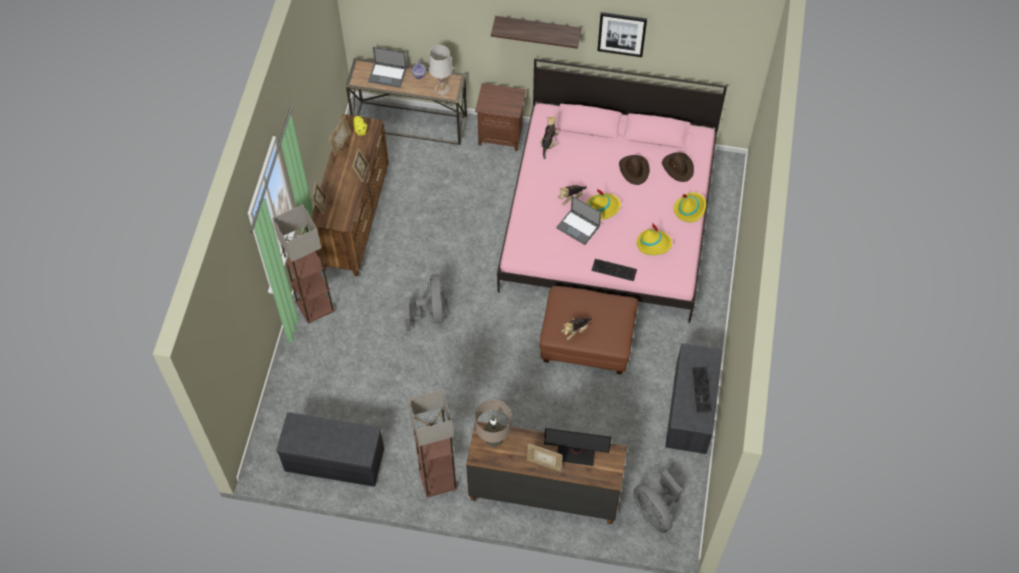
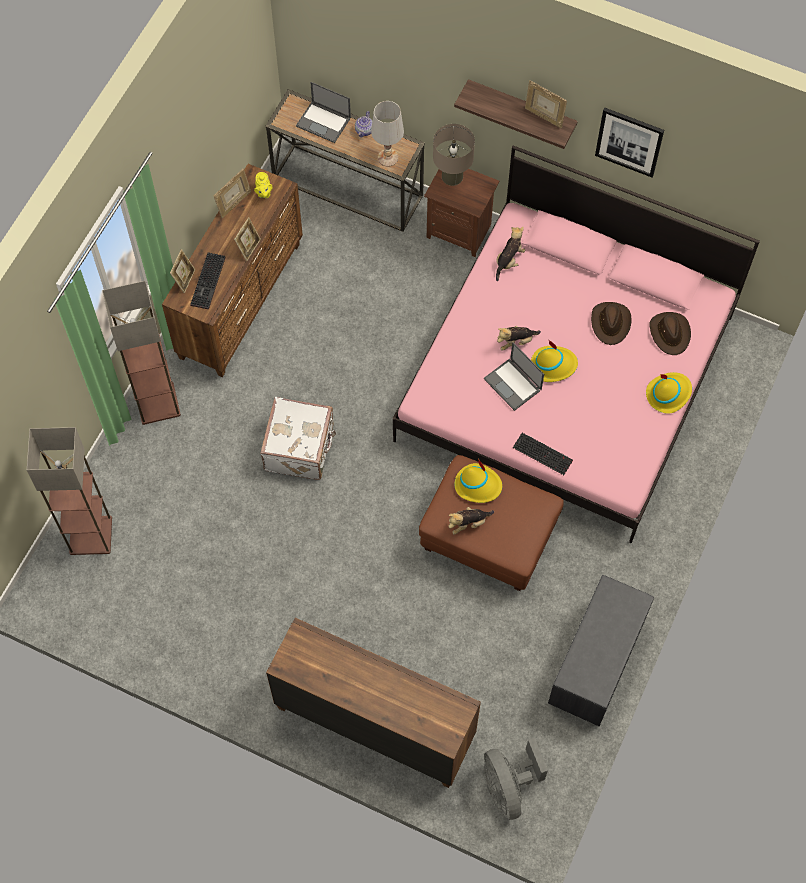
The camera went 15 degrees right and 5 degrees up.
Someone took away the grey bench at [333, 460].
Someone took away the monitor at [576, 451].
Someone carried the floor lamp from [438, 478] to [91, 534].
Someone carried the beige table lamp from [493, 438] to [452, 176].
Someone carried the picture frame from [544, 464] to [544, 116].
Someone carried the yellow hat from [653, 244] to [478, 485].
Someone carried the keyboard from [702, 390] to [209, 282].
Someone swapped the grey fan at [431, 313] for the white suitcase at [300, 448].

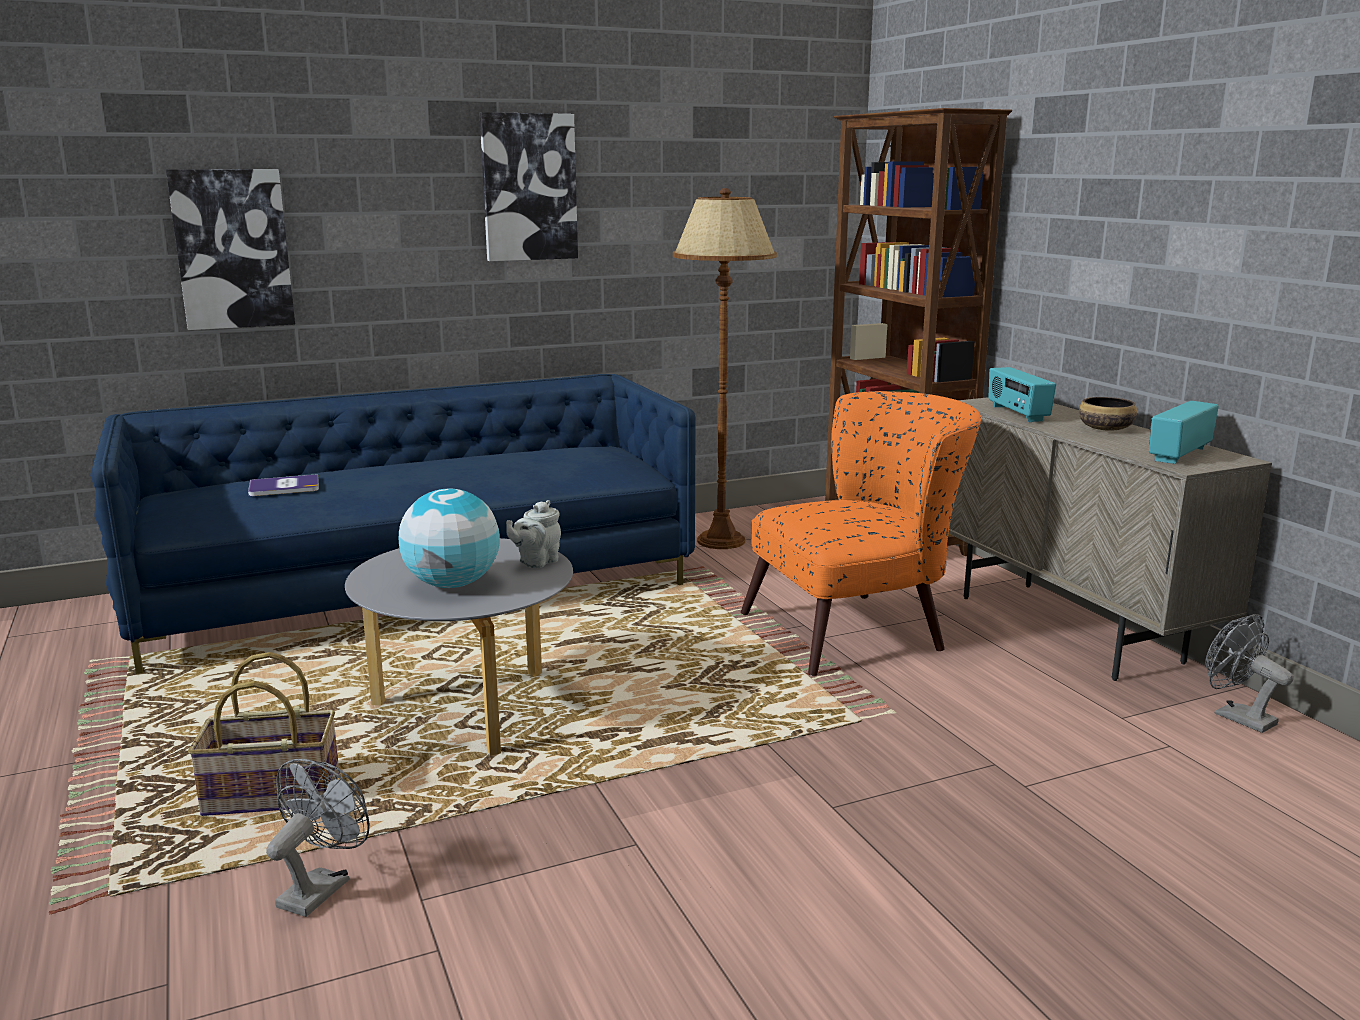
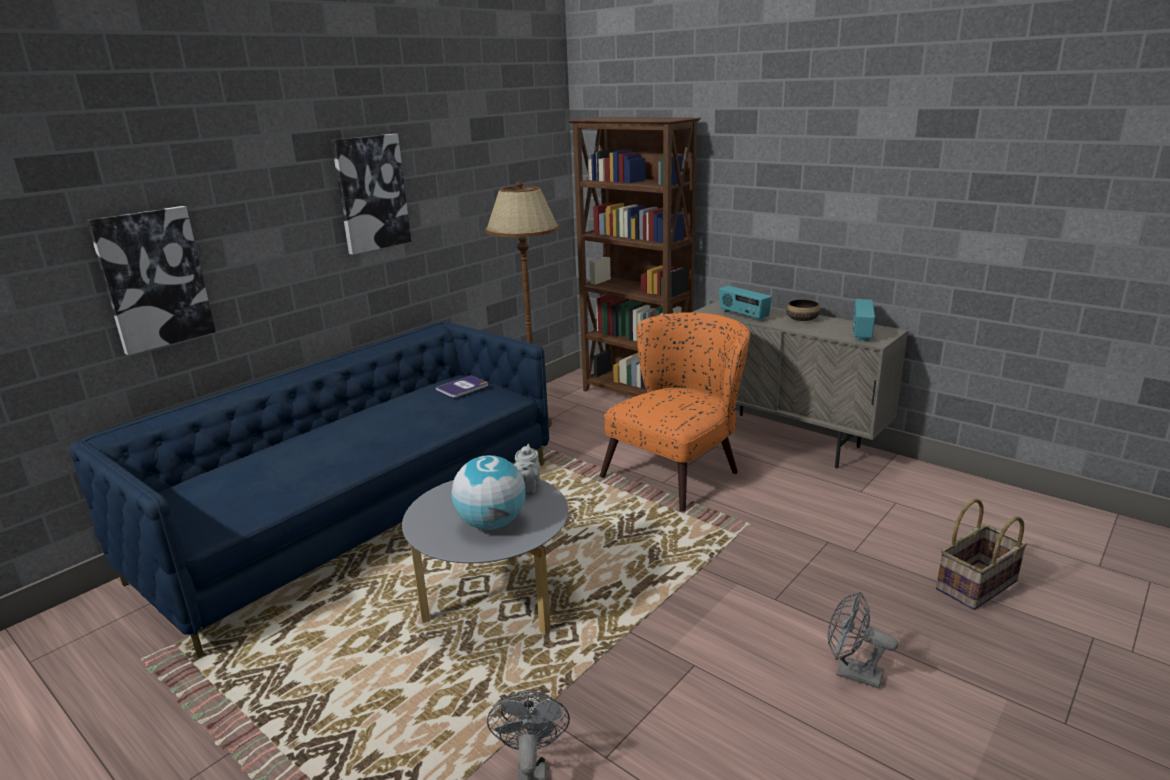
The camera went 25 degrees left and 5 degrees up.
Someone carried the basket from [271, 796] to [977, 586].
Someone carried the book from [284, 487] to [462, 387].
Someone carried the grey fan from [1236, 716] to [851, 673].

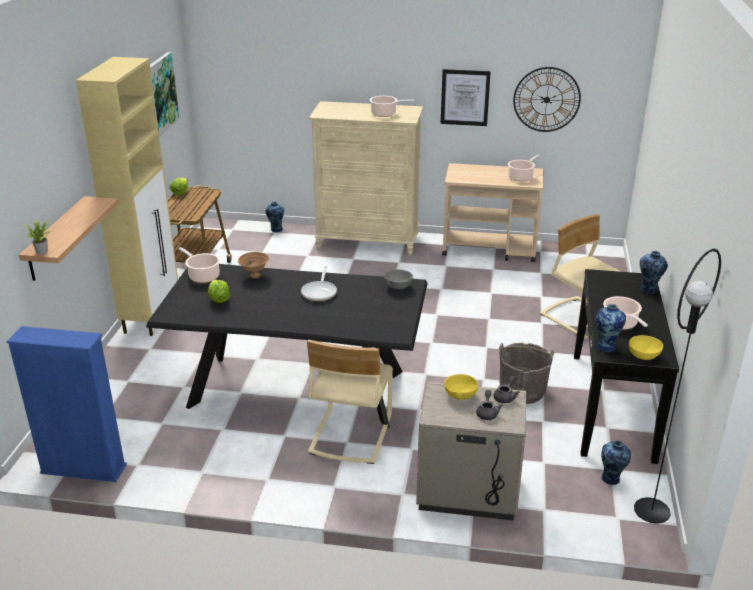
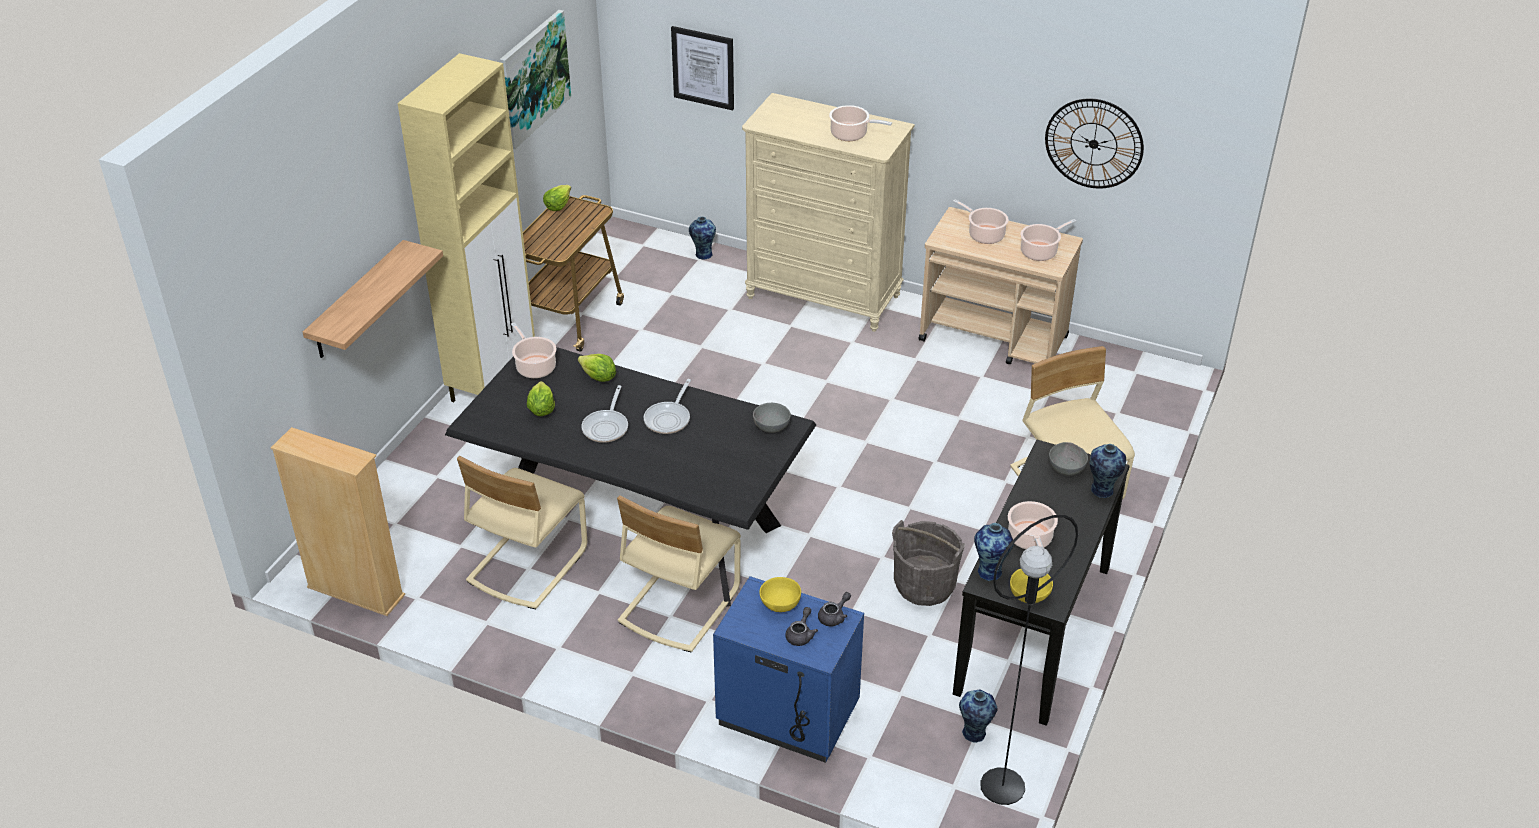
The camera went 15 degrees right and 10 degrees up.
Someone took away the potted plant at [43, 251].
Someone put down the beige chair at [526, 565].
Someone put down the frying pan at [606, 427].
Someone put down the cooking pot at [984, 235].
Someone put down the grey bowl at [1067, 468].
Someone carried the picture from [465, 97] to [703, 67].
Someone swapped the brown bowl at [255, 276] for the lettuce at [598, 378].
Someone repainted the blue bookcase at [83, 469], which became the beige bookcase at [356, 592].
Someone repainted the beige nightstand at [467, 493], which became the blue nightstand at [787, 715].

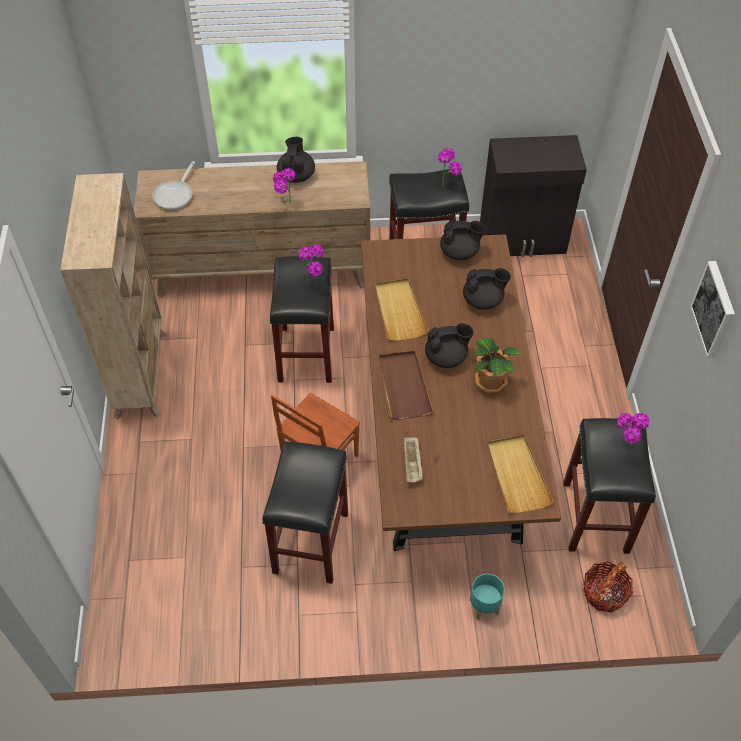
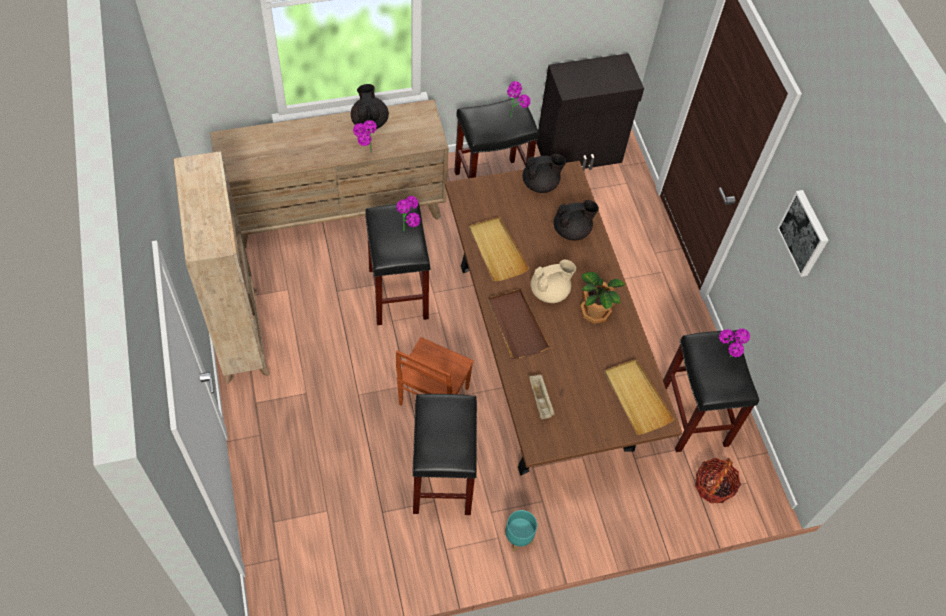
The camera went 15 degrees left and 5 degrees up.
Someone took away the frying pan at [175, 195].
Someone carried the turquoise planter from [484, 606] to [518, 537].
Someone repainted the black teapot at [446, 357], which became the beige teapot at [550, 291].

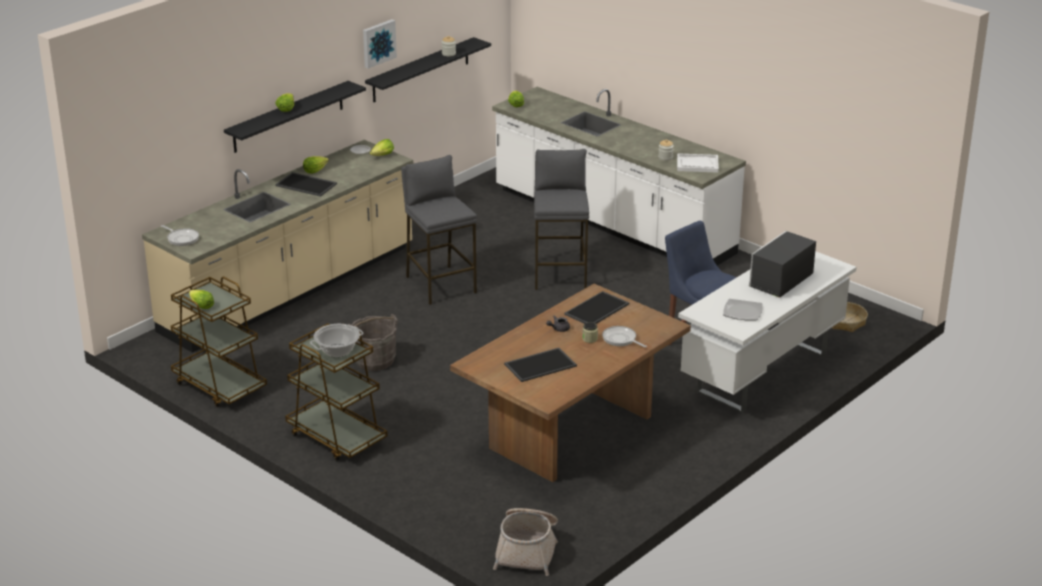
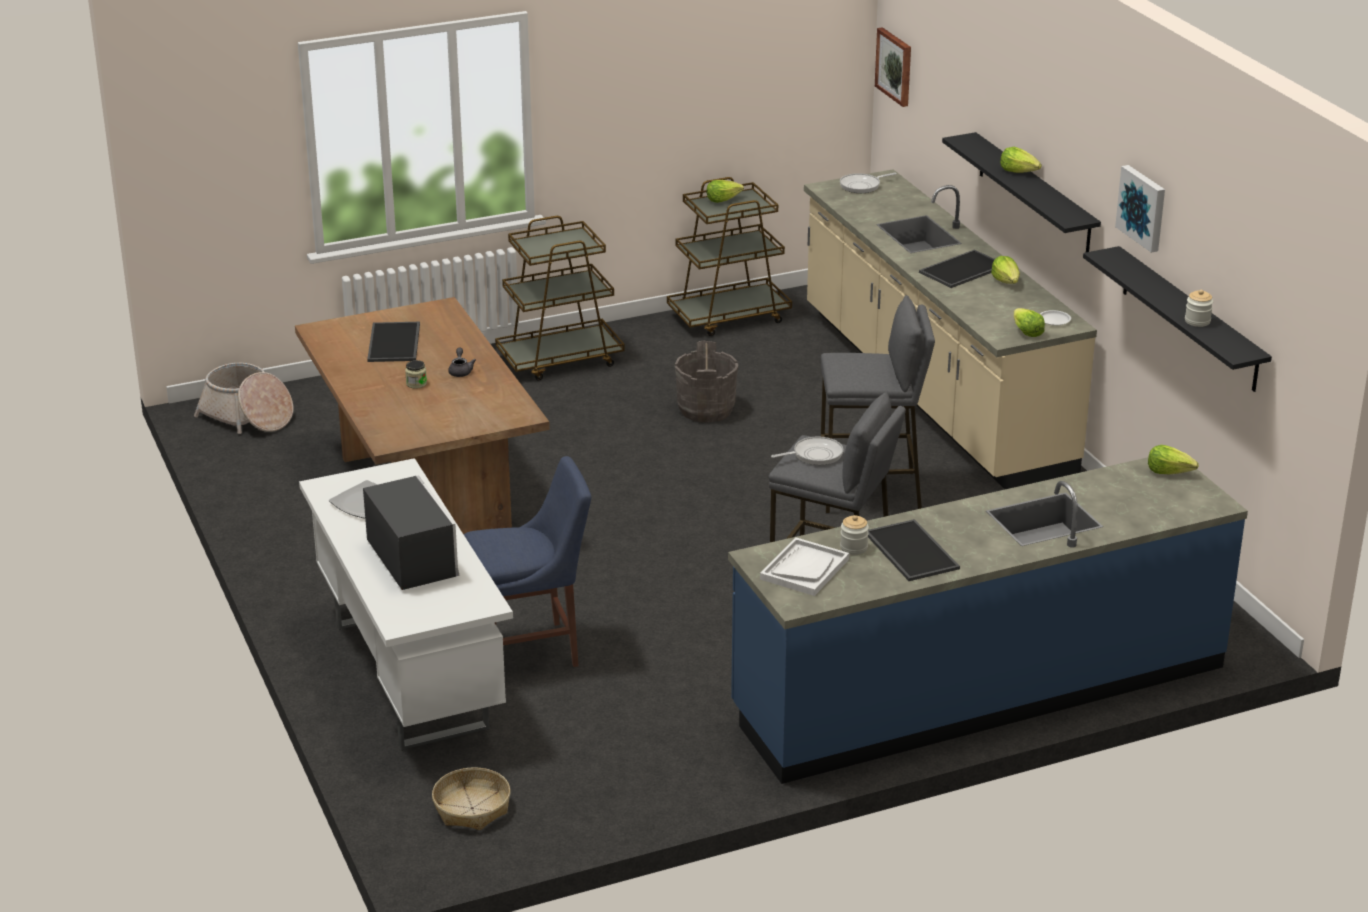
The camera went 115 degrees right and 0 degrees up.
Someone took away the cooking pot at [337, 351].
Someone put up the picture at [895, 66].
Someone carried the tray from [597, 310] to [909, 551].
Someone carried the frying pan from [621, 339] to [814, 455].
Someone repainted the white counter at [612, 222], which became the blue counter at [979, 689].

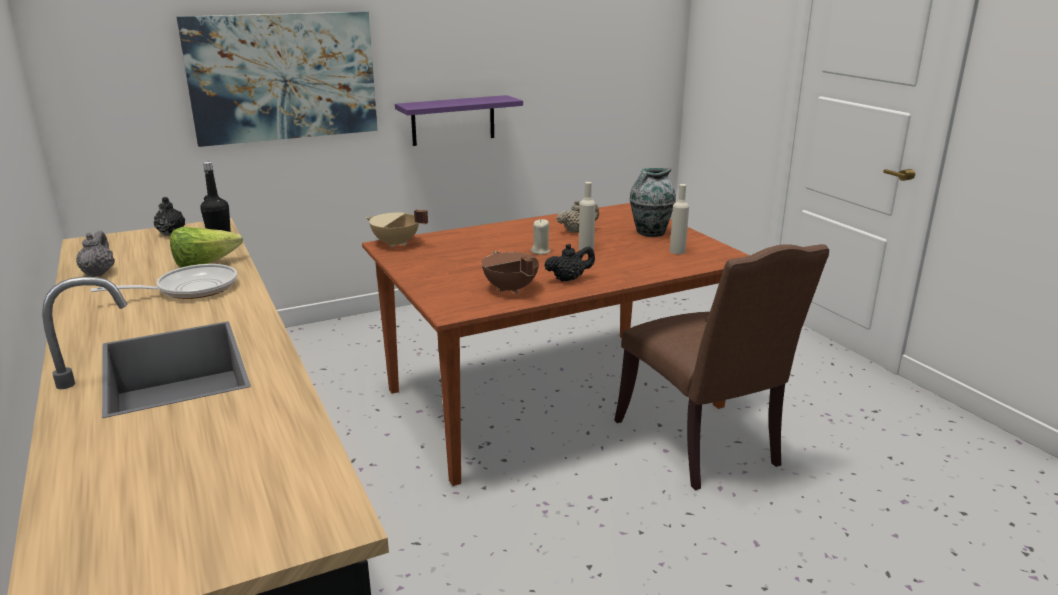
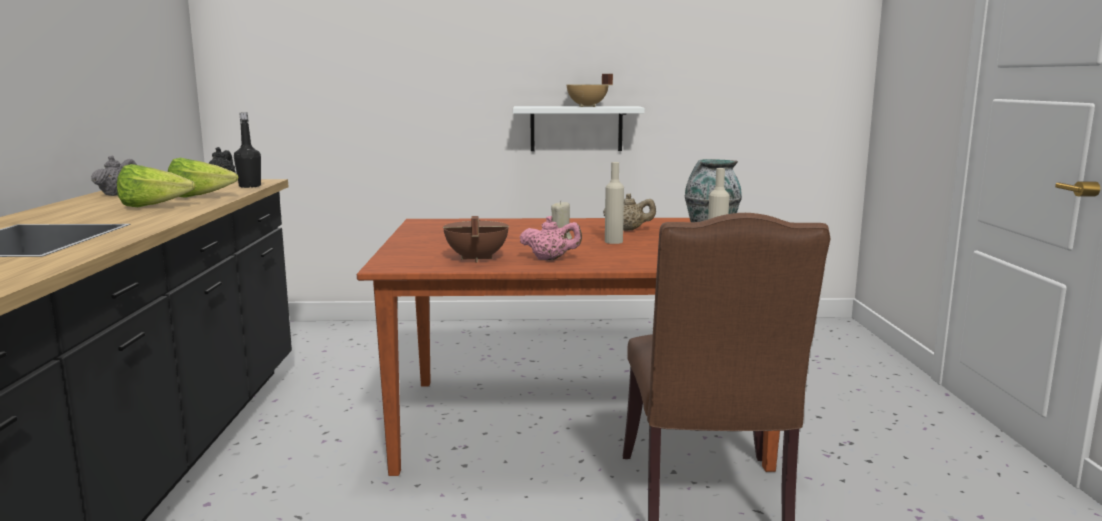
The camera went 25 degrees right and 10 degrees down.
Someone took away the picture at [283, 77].
Someone carried the beige cooking pot from [396, 244] to [587, 106].
Someone swapped the frying pan at [190, 289] for the lettuce at [153, 207].
Someone repainted the purple shelf at [453, 120], which became the white shelf at [576, 128].
Someone repainted the black teapot at [569, 279], which became the pink teapot at [550, 259].

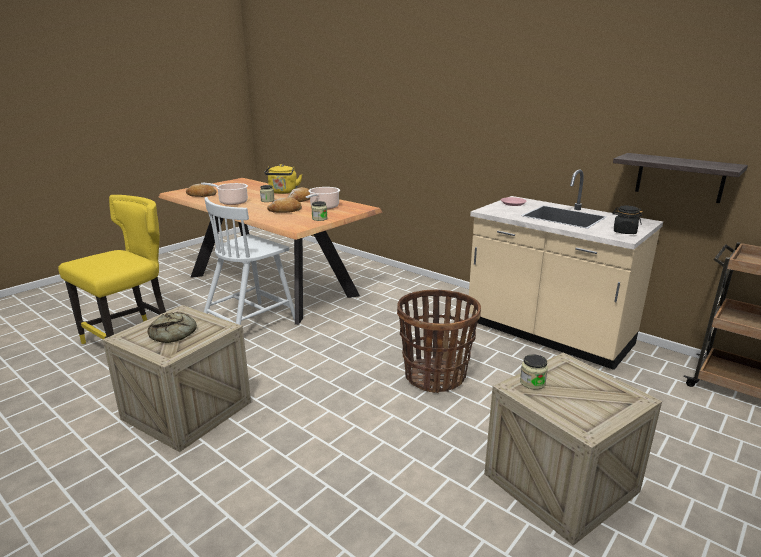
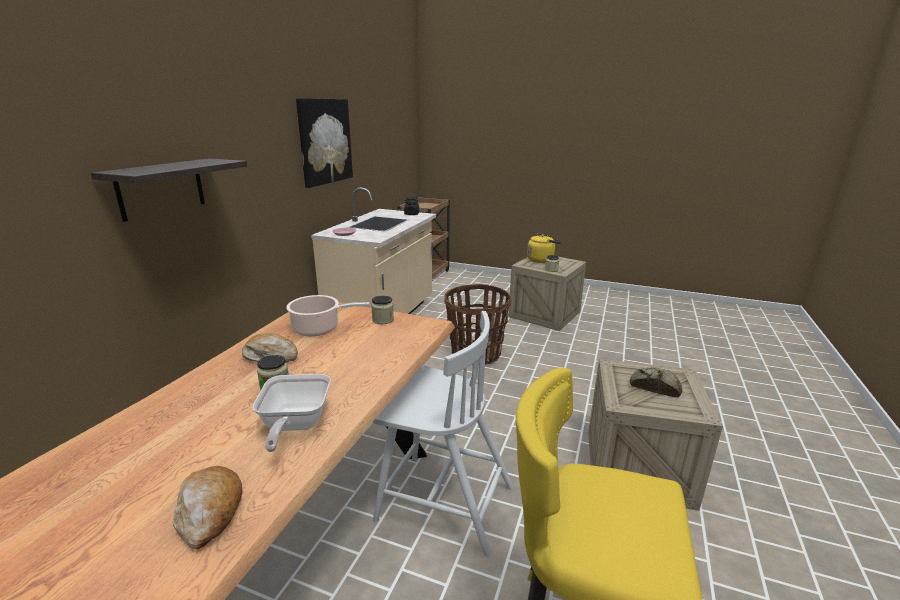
The camera went 110 degrees left and 0 degrees up.
Someone took away the bread at [285, 211].
Someone put up the picture at [324, 141].
Someone carried the yellow kettle from [283, 192] to [541, 260].
Someone carried the shelf from [679, 177] to [161, 188].
Someone swapped the cooking pot at [231, 202] for the frying pan at [294, 426].

